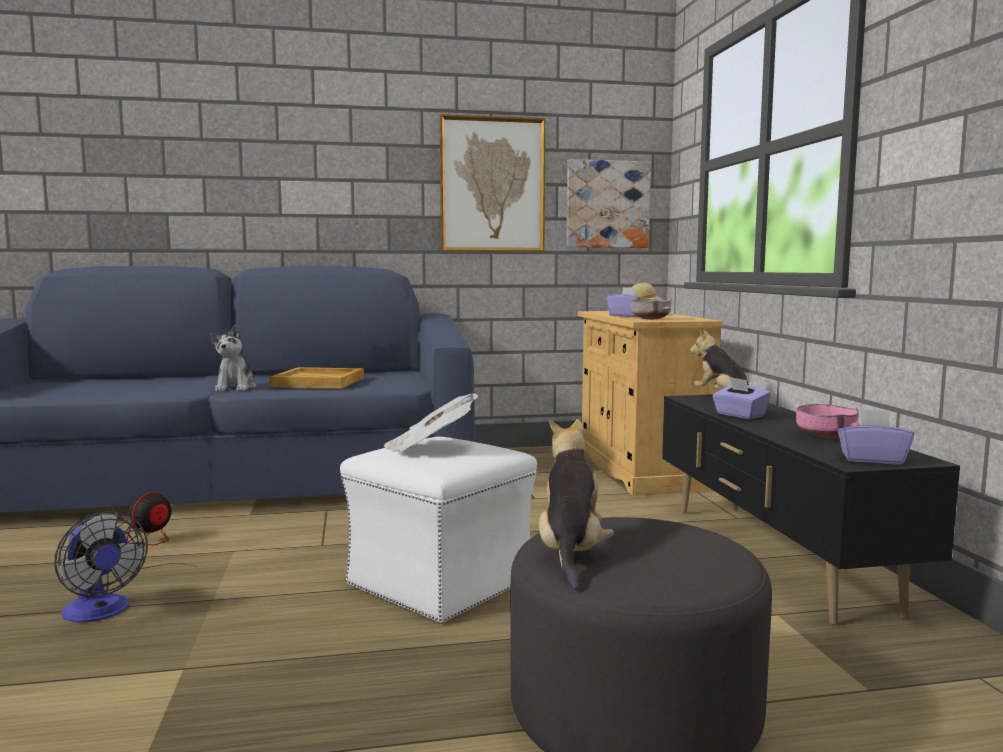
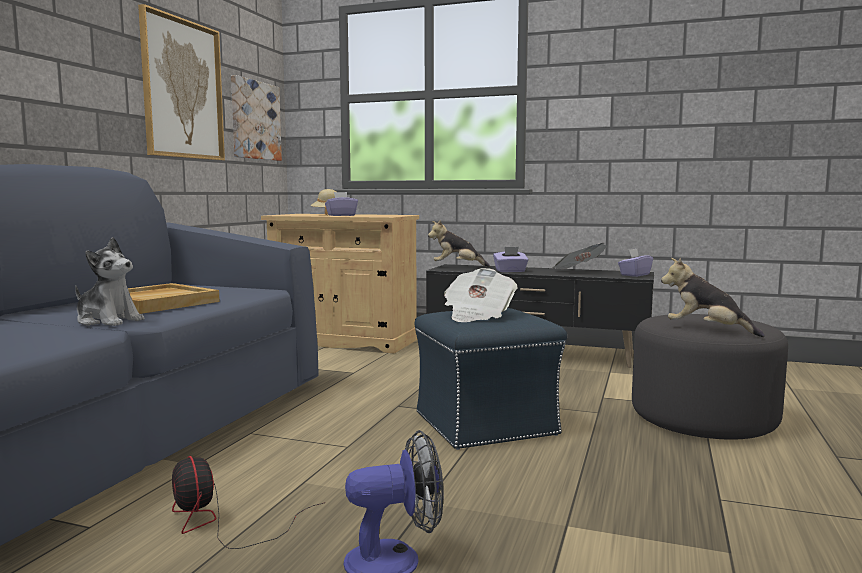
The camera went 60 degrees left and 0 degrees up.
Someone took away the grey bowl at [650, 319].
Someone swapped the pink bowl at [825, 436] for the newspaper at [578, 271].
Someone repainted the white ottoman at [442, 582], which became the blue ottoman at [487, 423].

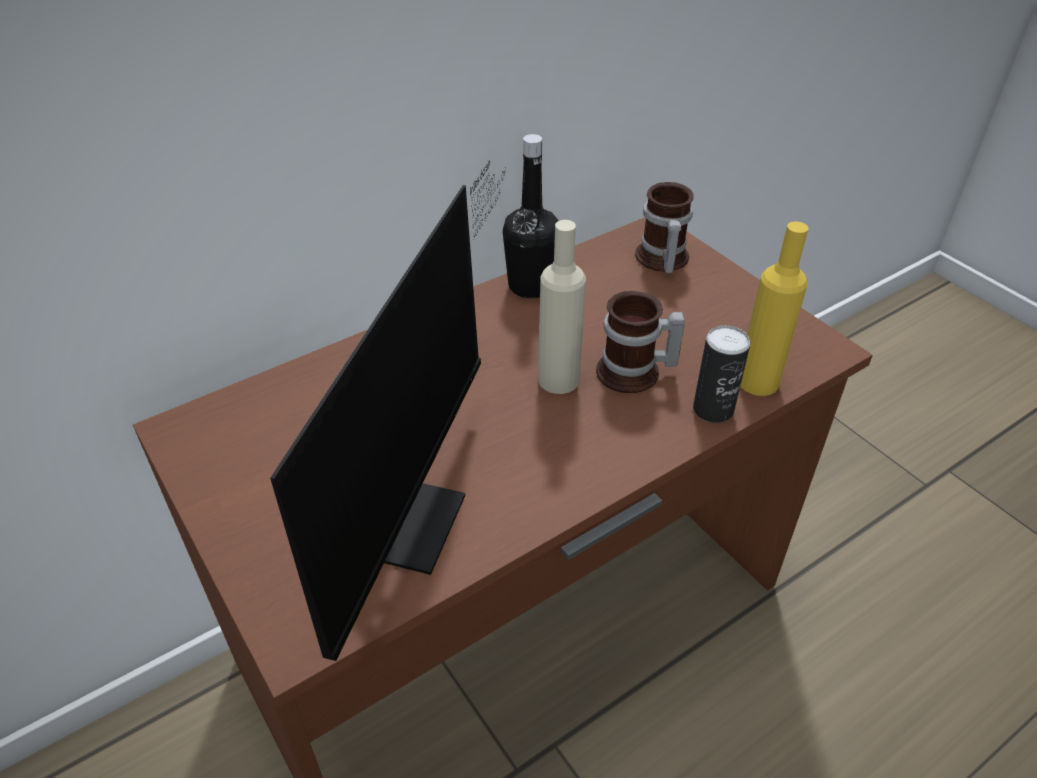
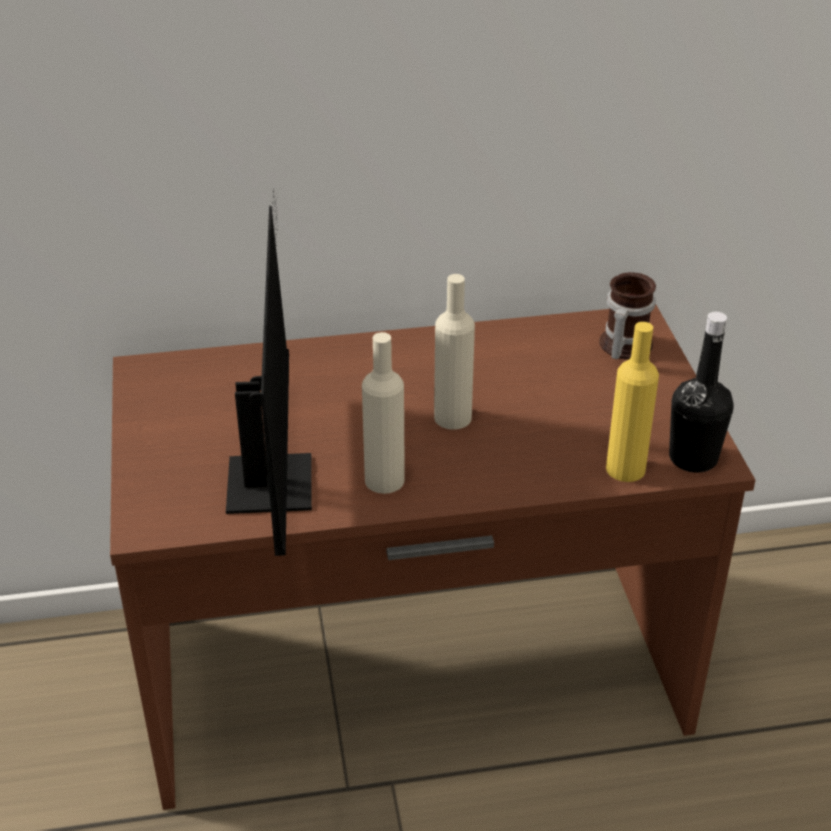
The camera went 25 degrees right and 5 degrees down.
Someone took away the mug at [634, 374].
Someone took away the can at [713, 409].
Someone put down the beige bottle at [384, 480].
Someone carried the black bottle from [530, 286] to [693, 458].
Someone rotated the monitor at [413, 508] by 45 degrees counterclockwise.

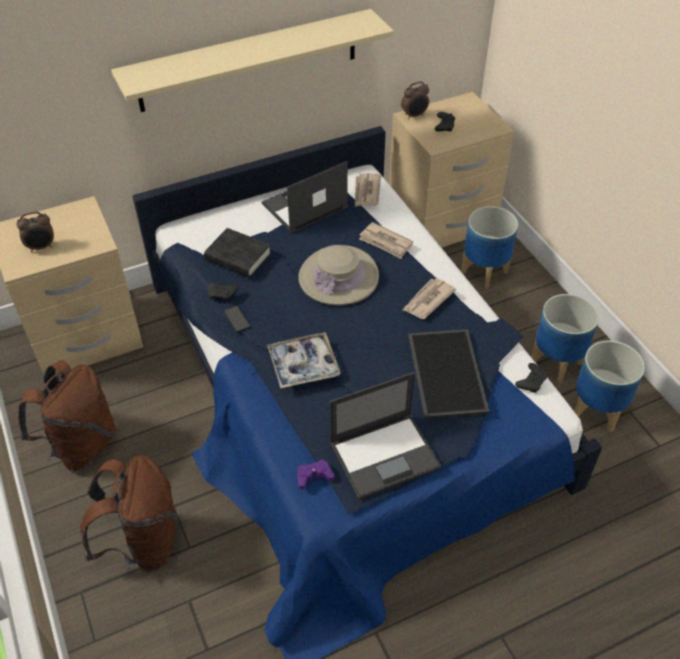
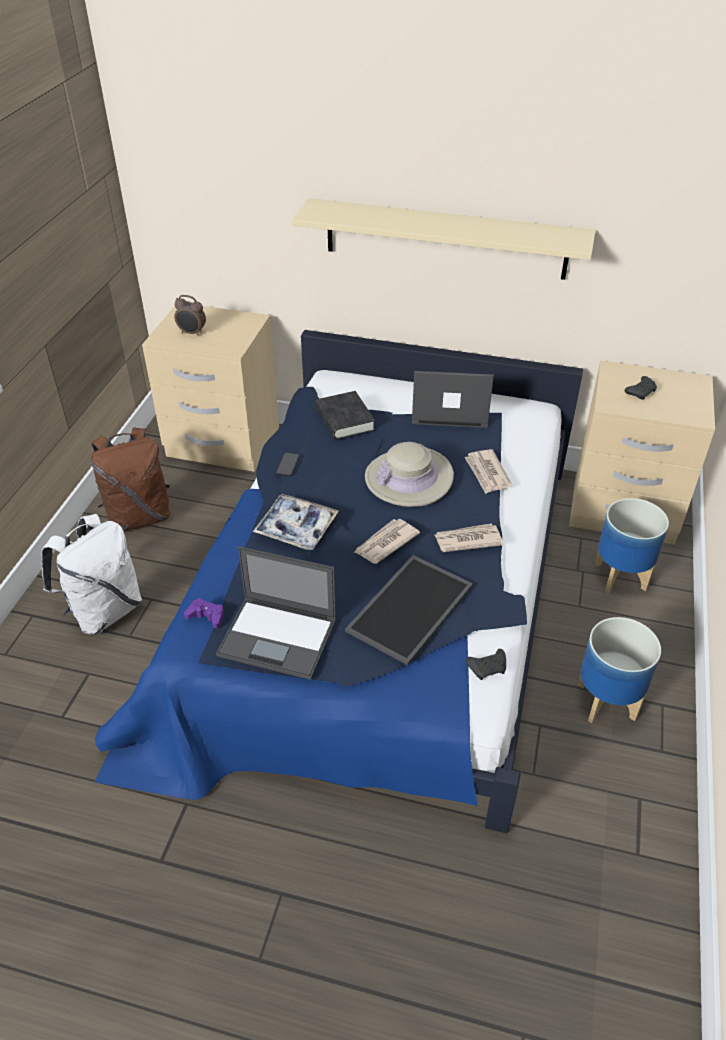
The camera went 40 degrees right and 5 degrees down.
Someone took away the black game controller at [223, 295].
Someone took away the alarm clock at [414, 116].
Someone took away the planter at [596, 411].
Someone carried the newspaper from [366, 192] to [385, 543].
Someone repainted the brown backpack at [143, 543], which became the white backpack at [104, 611].

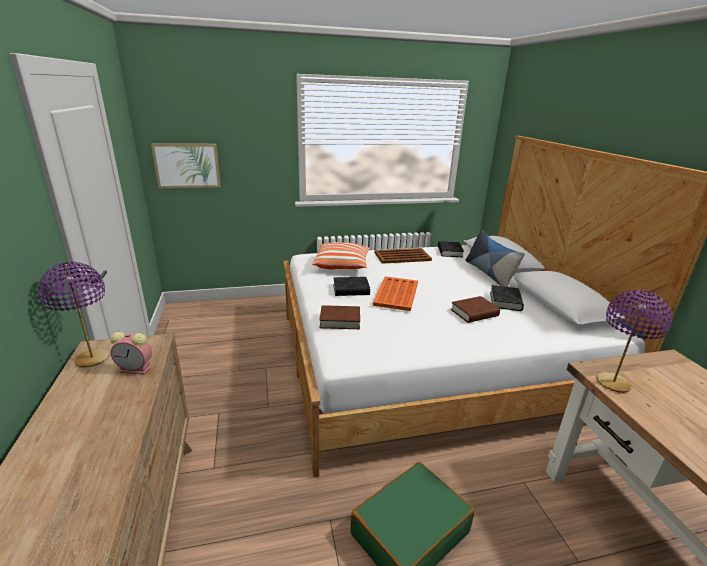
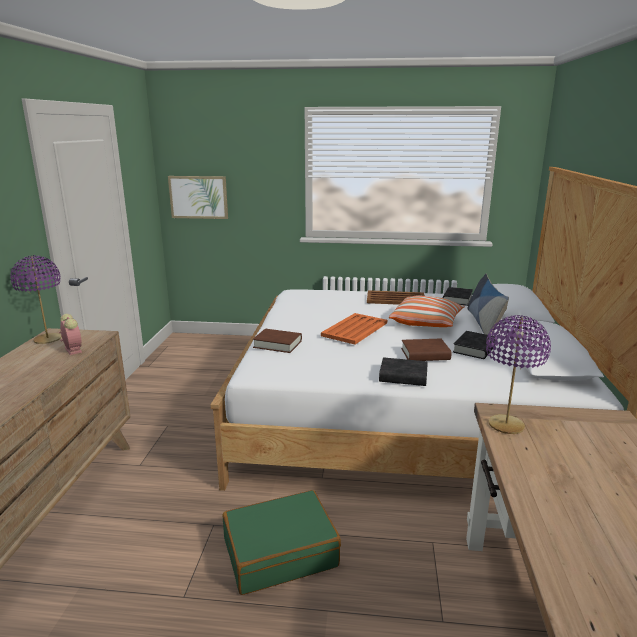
The camera went 20 degrees right and 5 degrees down.
Someone carried the pillow from [342, 265] to [426, 323].
Someone carried the black book from [351, 290] to [403, 376].
Someone rotated the alarm clock at [137, 369] by 150 degrees counterclockwise.

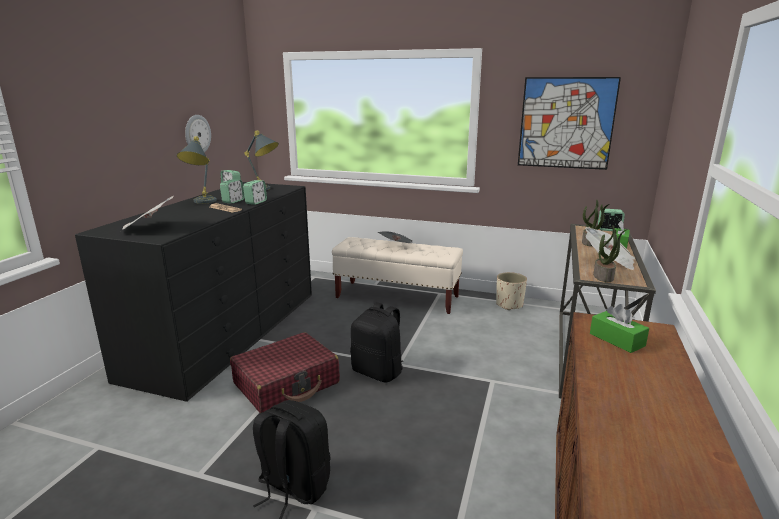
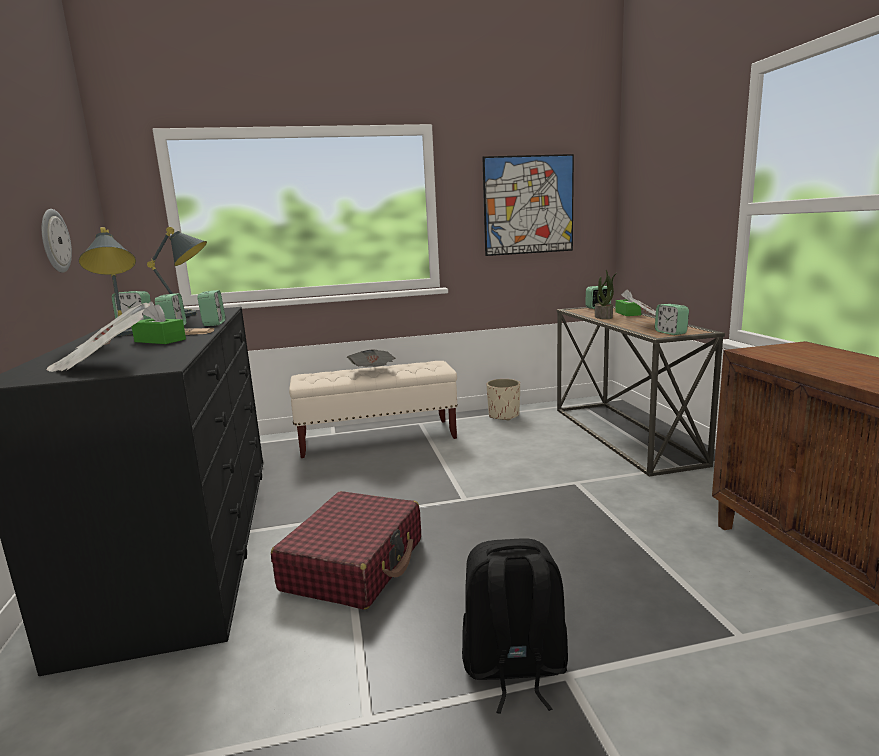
The camera went 30 degrees left and 5 degrees down.
Someone took away the black backpack at [378, 372].
Someone carried the green tissue box from [617, 340] to [160, 340].
Someone swapped the potted plant at [604, 277] for the alarm clock at [670, 333].

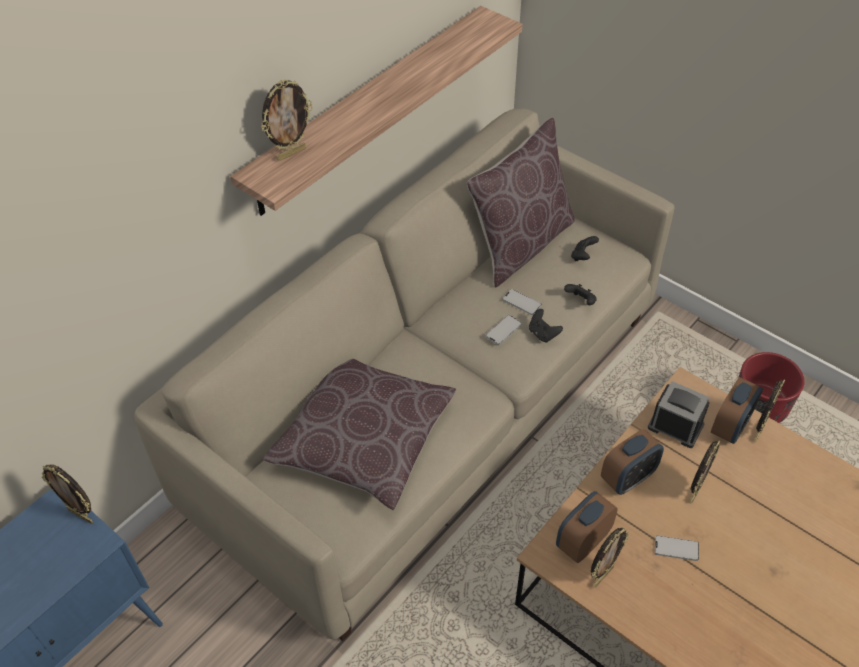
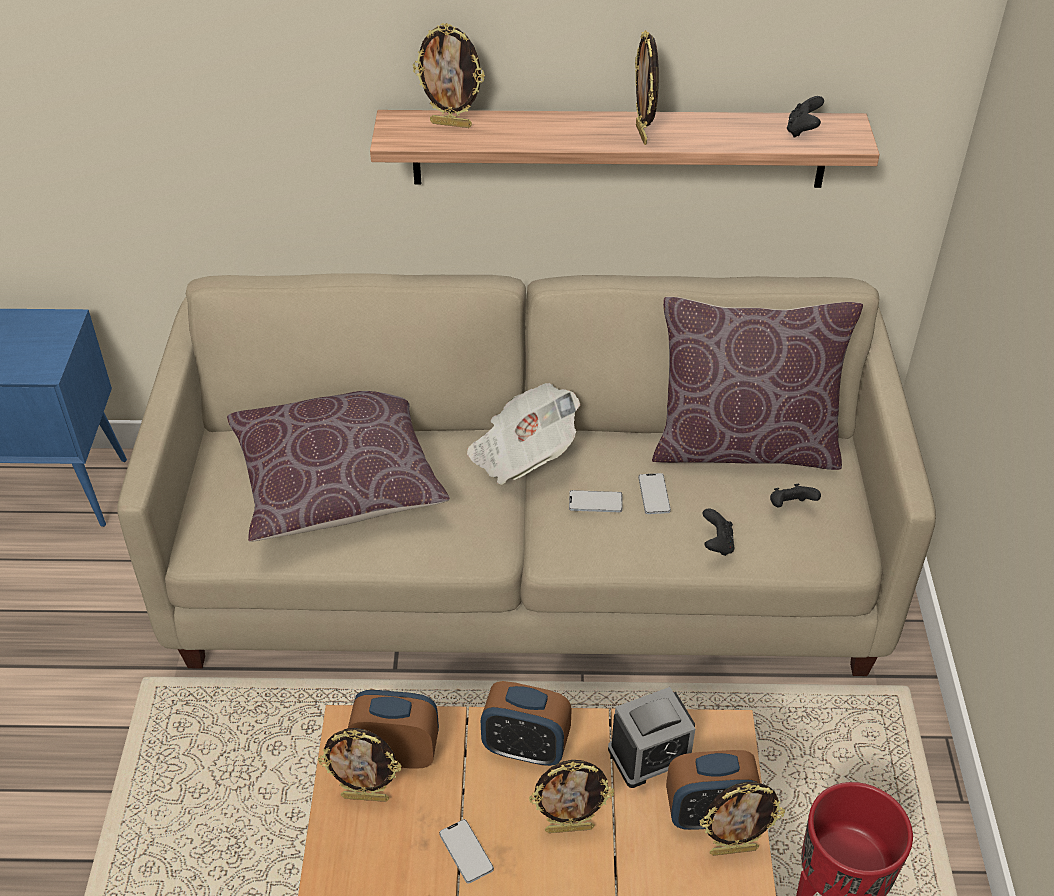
The camera went 50 degrees right and 5 degrees down.
Someone put down the newspaper at [522, 454].
Someone carried the picture frame from [82, 515] to [643, 134].
Someone carried the black game controller from [543, 334] to [802, 131].
Someone rotated the alarm clock at [675, 426] by 75 degrees clockwise.

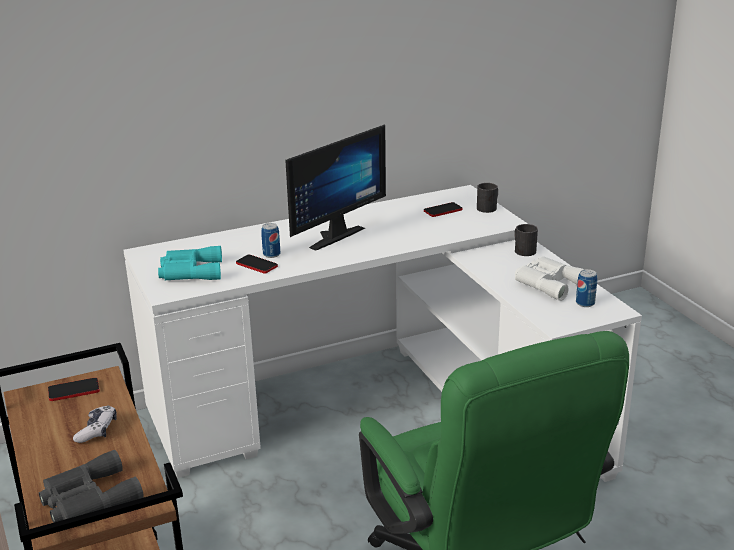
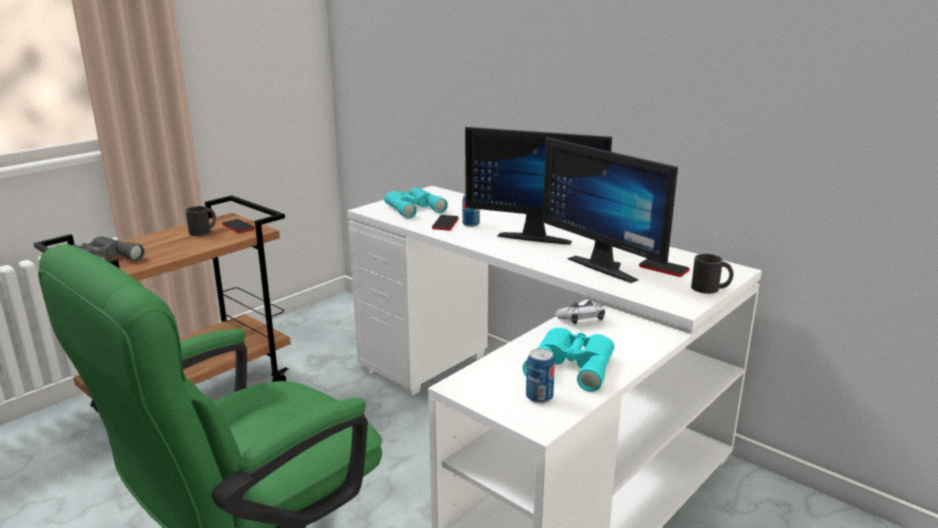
The camera went 65 degrees right and 5 degrees down.
Someone put down the monitor at [608, 266].
Someone carried the game controller from [97, 430] to [581, 319].
Someone carried the black mug from [522, 249] to [204, 231].
Someone repainted the white binoculars at [548, 283], which became the turquoise binoculars at [572, 364].

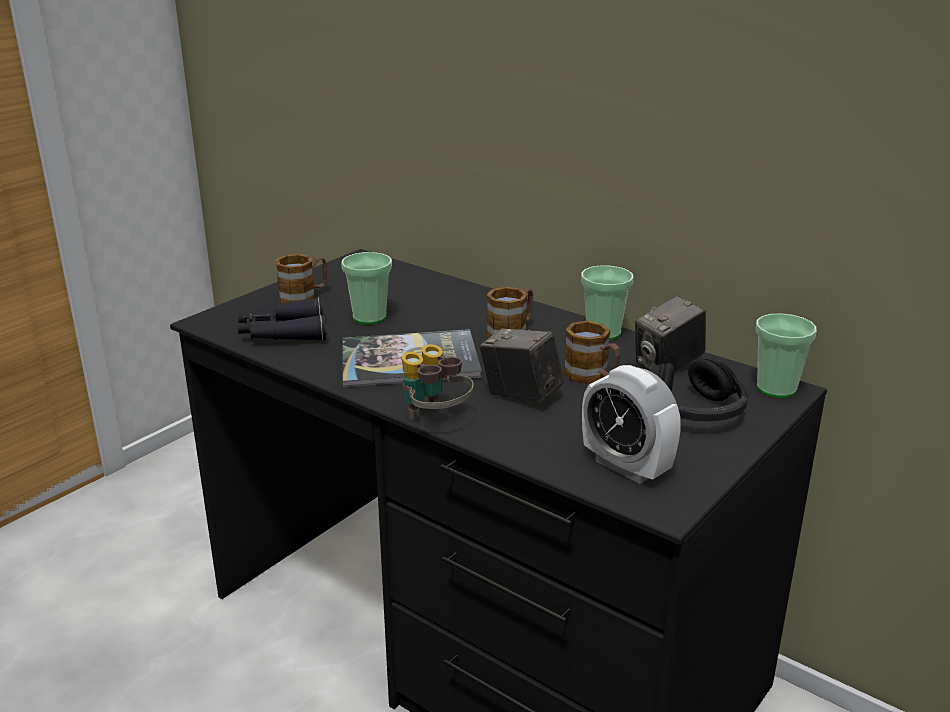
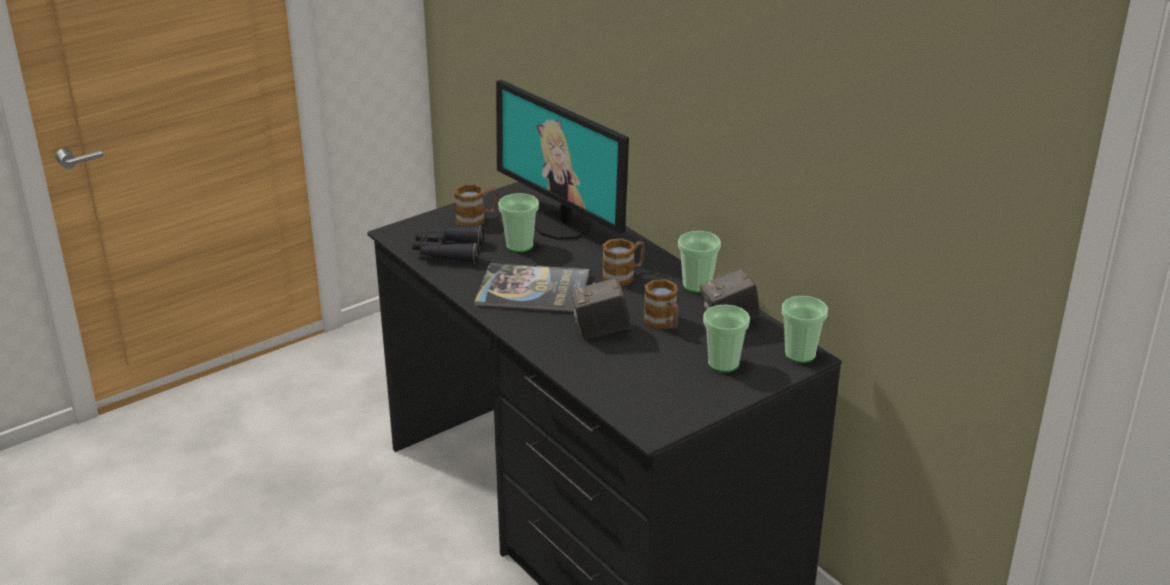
The camera went 15 degrees right and 5 degrees up.
Someone took away the binoculars at [435, 420].
Someone took away the alarm clock at [626, 467].
Someone put down the monitor at [563, 224].
Someone swapped the black headphones at [695, 411] for the cup at [723, 364].
Someone rotated the photo camera at [521, 395] by 60 degrees counterclockwise.

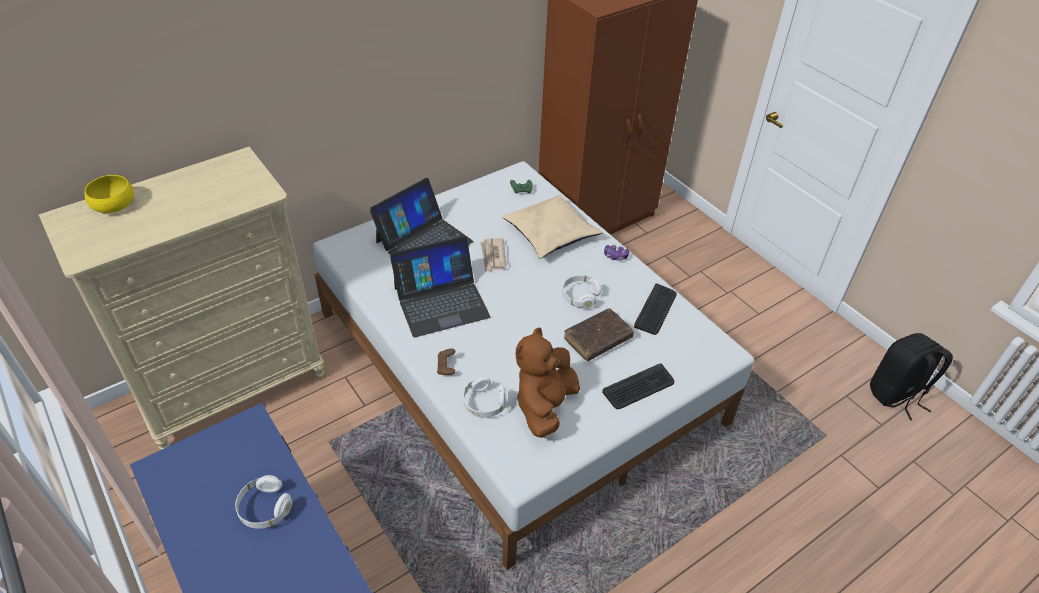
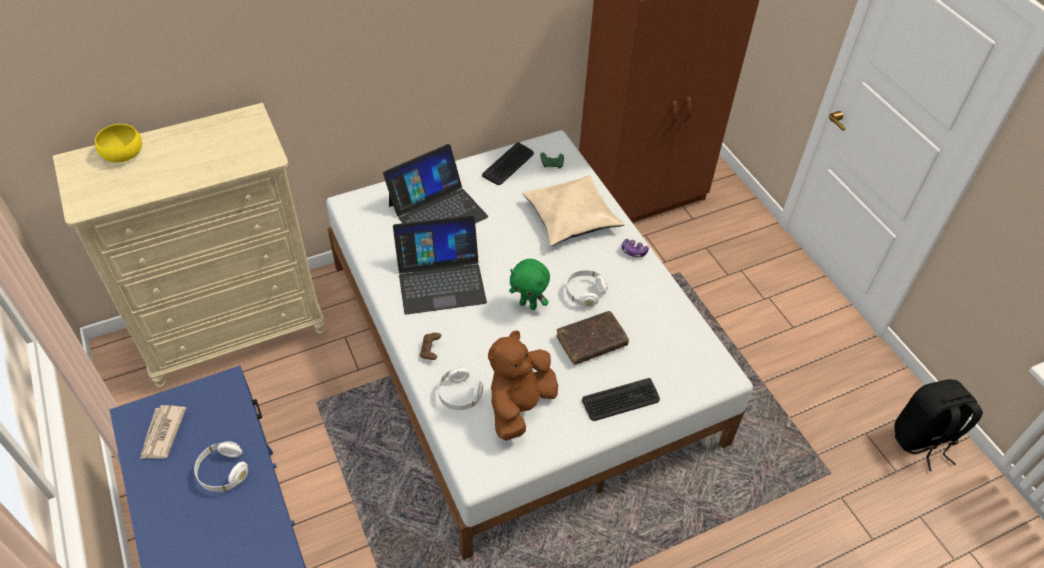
The camera went 10 degrees right and 5 degrees up.
Someone put down the green plush toy at [528, 305].
Someone carried the newspaper from [493, 256] to [162, 433].
Someone carried the keyboard from [655, 309] to [508, 164].

